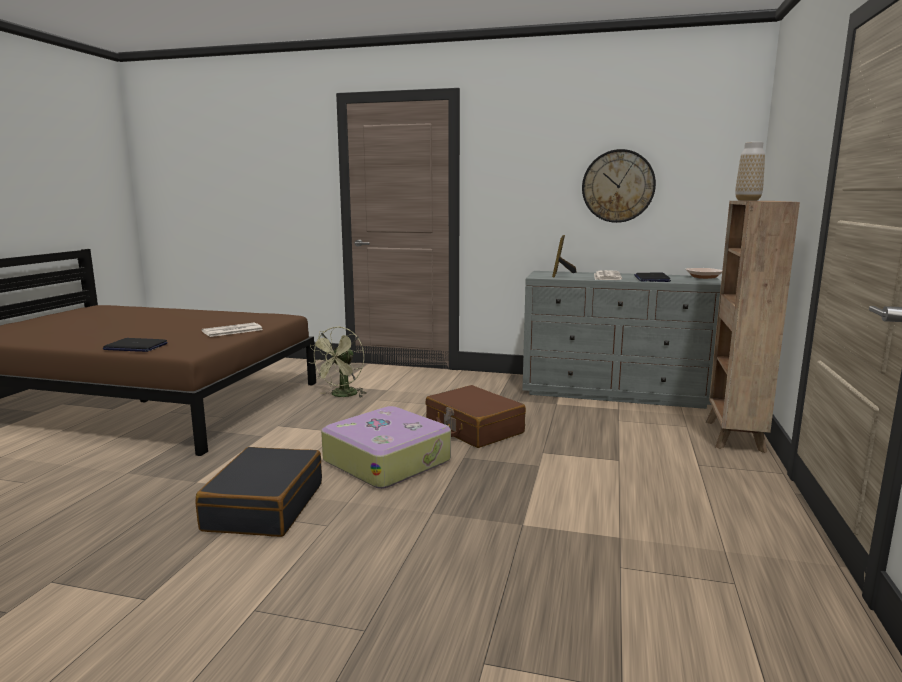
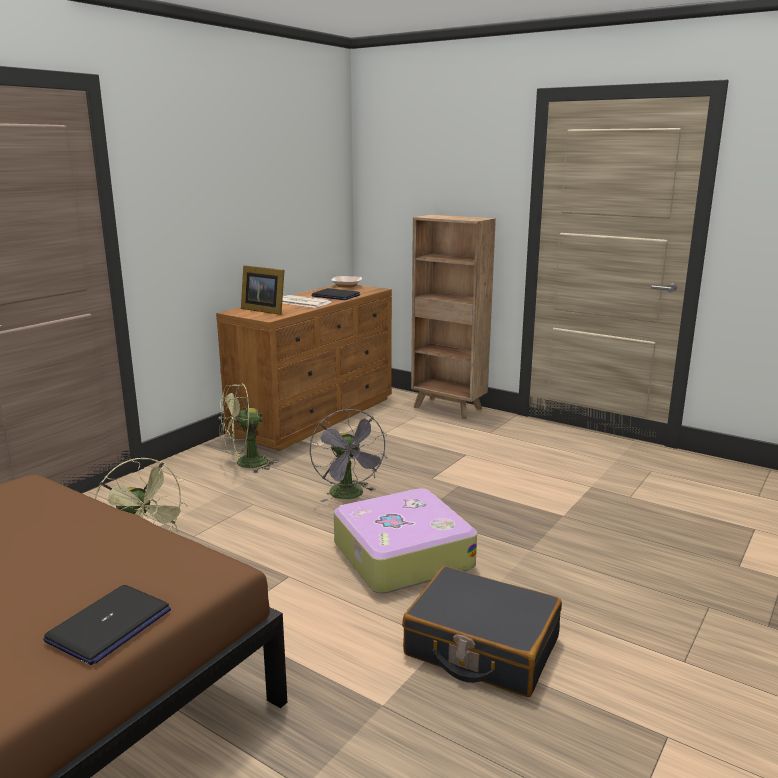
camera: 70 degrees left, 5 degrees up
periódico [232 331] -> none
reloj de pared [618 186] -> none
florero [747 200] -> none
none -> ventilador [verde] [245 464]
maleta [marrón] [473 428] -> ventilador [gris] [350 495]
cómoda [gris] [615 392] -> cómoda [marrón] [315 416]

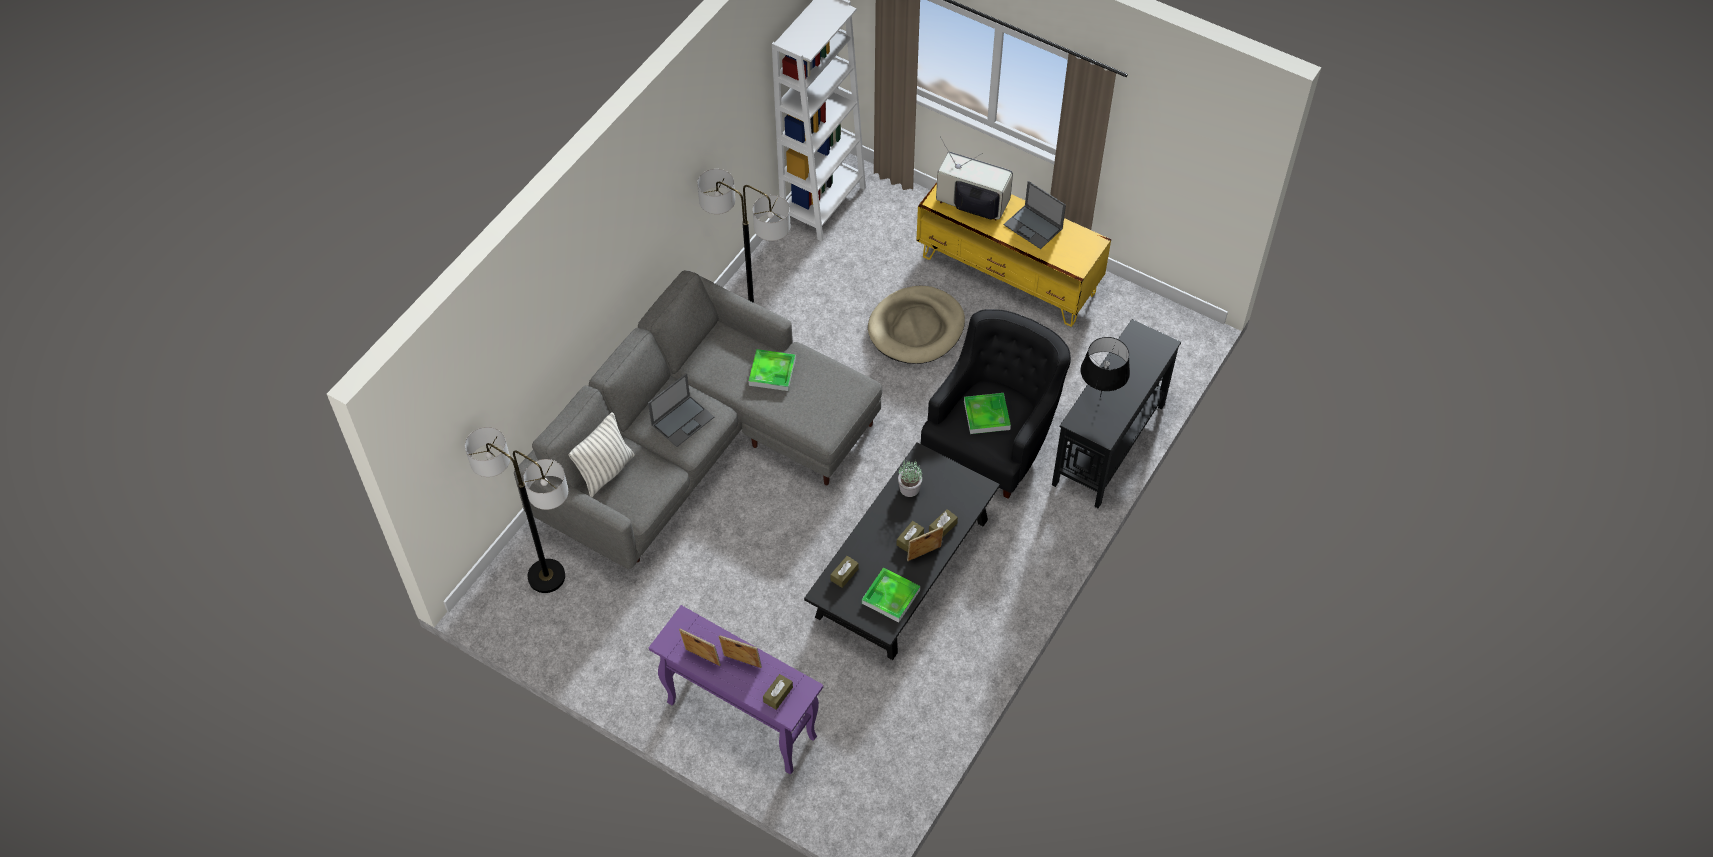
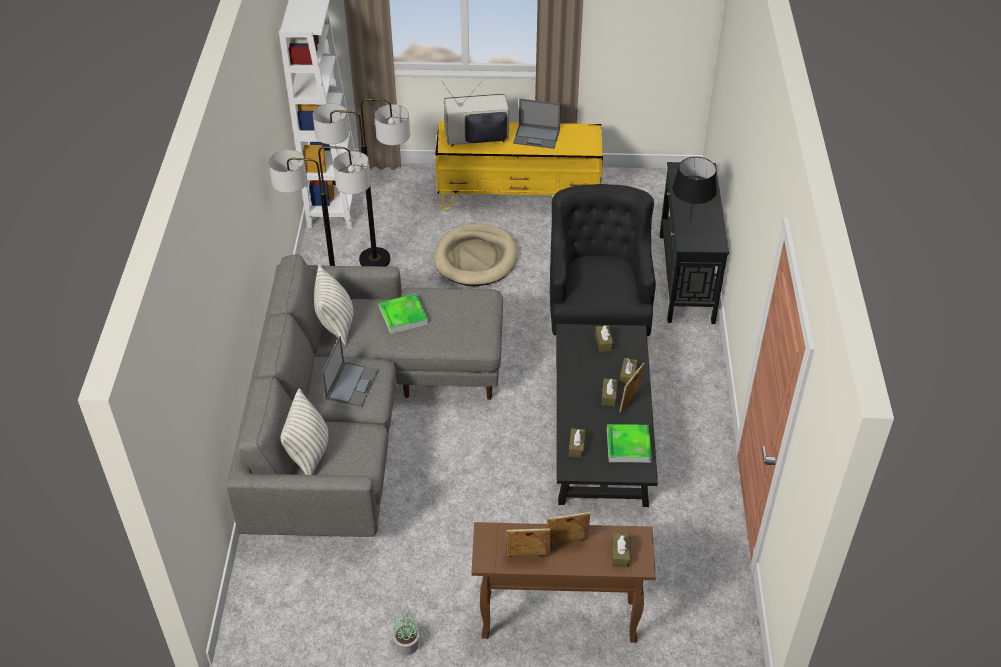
camera: 30 degrees left, 10 degrees down
bandeja [986 415] -> none
none -> cojín [336 324]
none -> caja de pañuelos [marrón] [603 342]
lámpara de pie [546 576] -> lámpara de pie [374 260], moved
planta en maceta [909 488] -> planta en maceta [406 645], moved
mesa consola [morado] [740 720] -> mesa consola [marrón] [557 619]

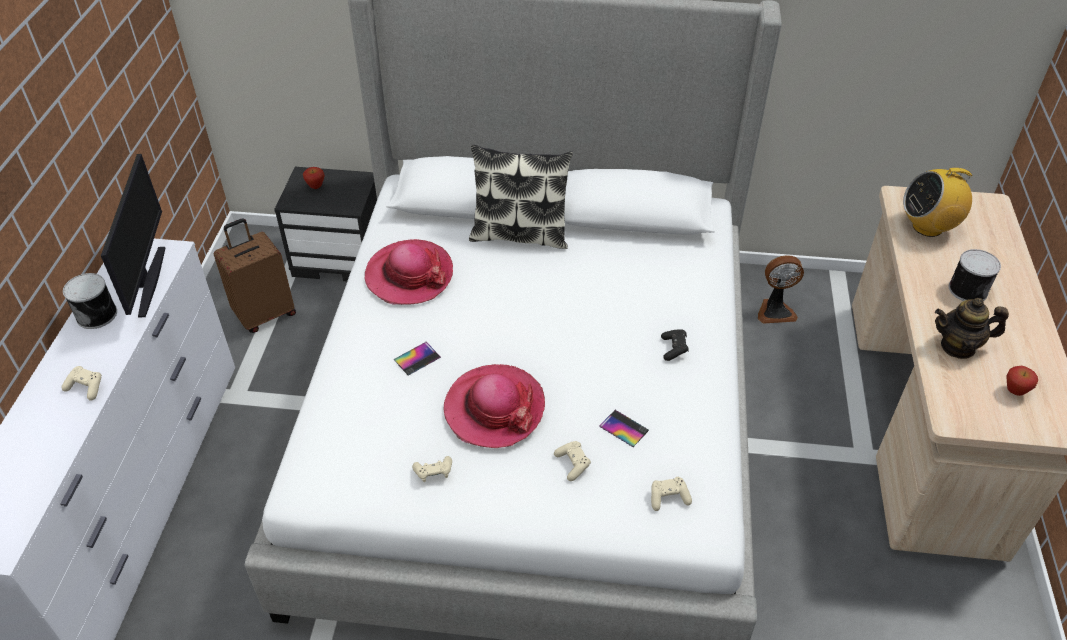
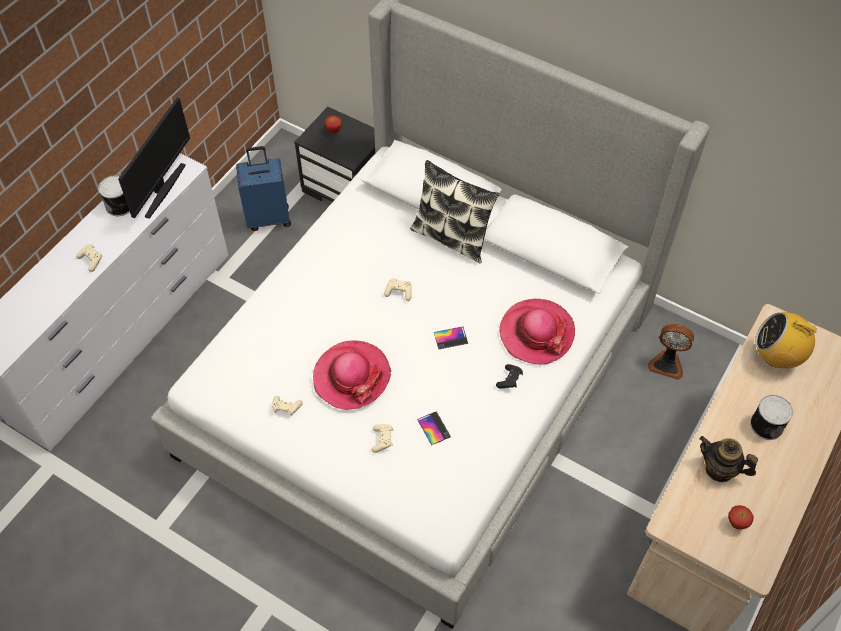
camera: 25 degrees right, 10 degrees up
sombrero [409 275] -> sombrero [536 333], moved
móvil [417 358] -> móvil [450 338], moved
mando de consola [beis] [668 498] -> mando de consola [beis] [399 292], moved
maleta [marrón] [265 314] -> maleta [azul] [268 217]

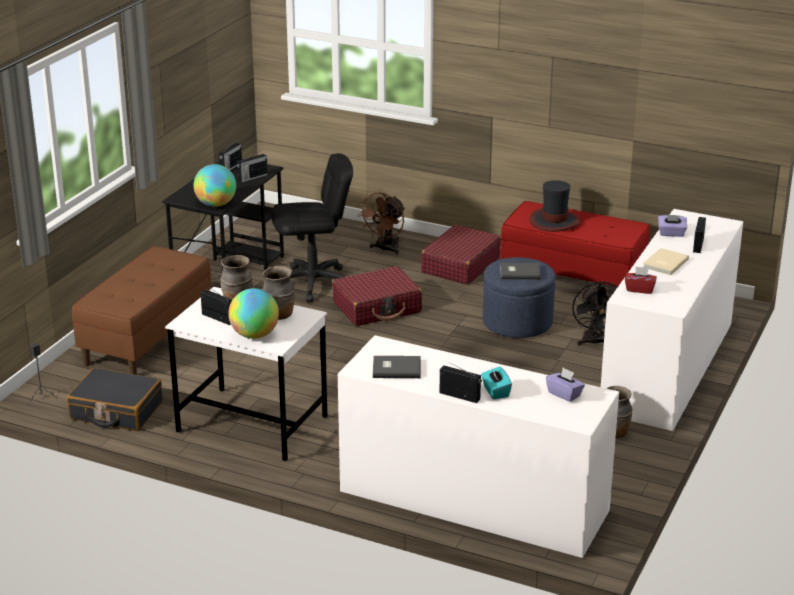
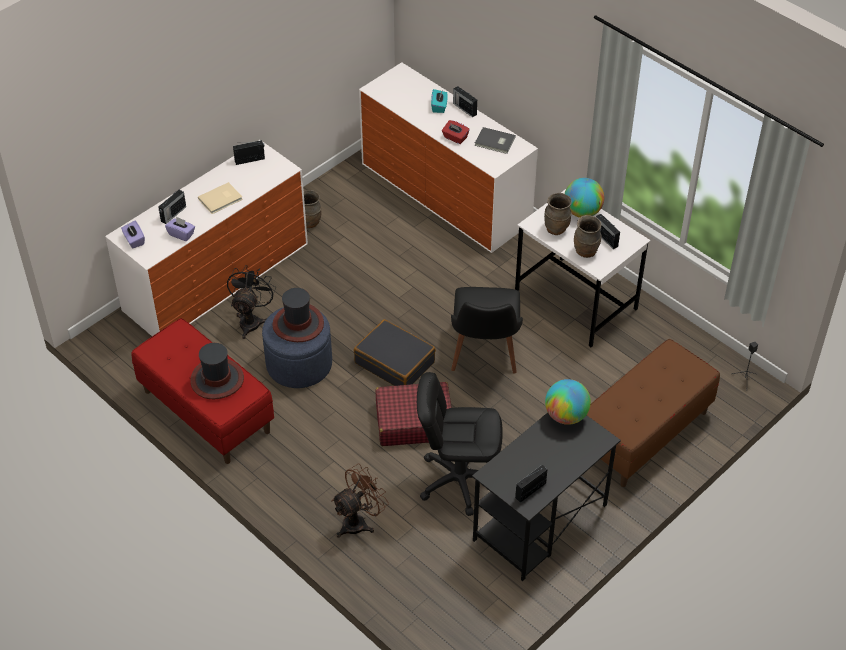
camera: 160 degrees left, 20 degrees up
maleta [rojo] [460 265] -> none
none -> silla [negro] [484 356]
maleta [negro] [116 411] -> maleta [negro] [395 362], moved
radio [252 177] -> radio [250 160], moved
caja de pañuelos [morado] [564 394] -> caja de pañuelos [morado] [134 240], moved
caja de pañuelos [rojo] [639 289] -> caja de pañuelos [rojo] [455 138], moved
libro [gris] [519 272] -> sombrero [298 324]

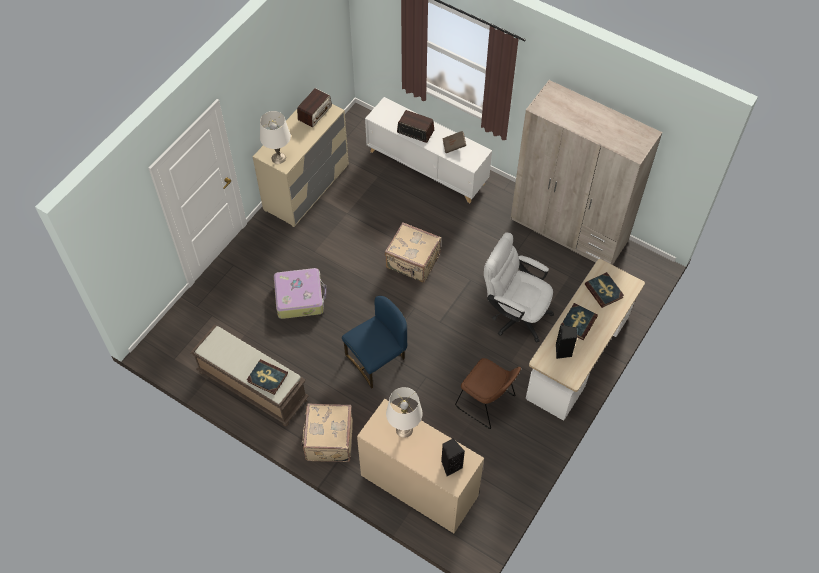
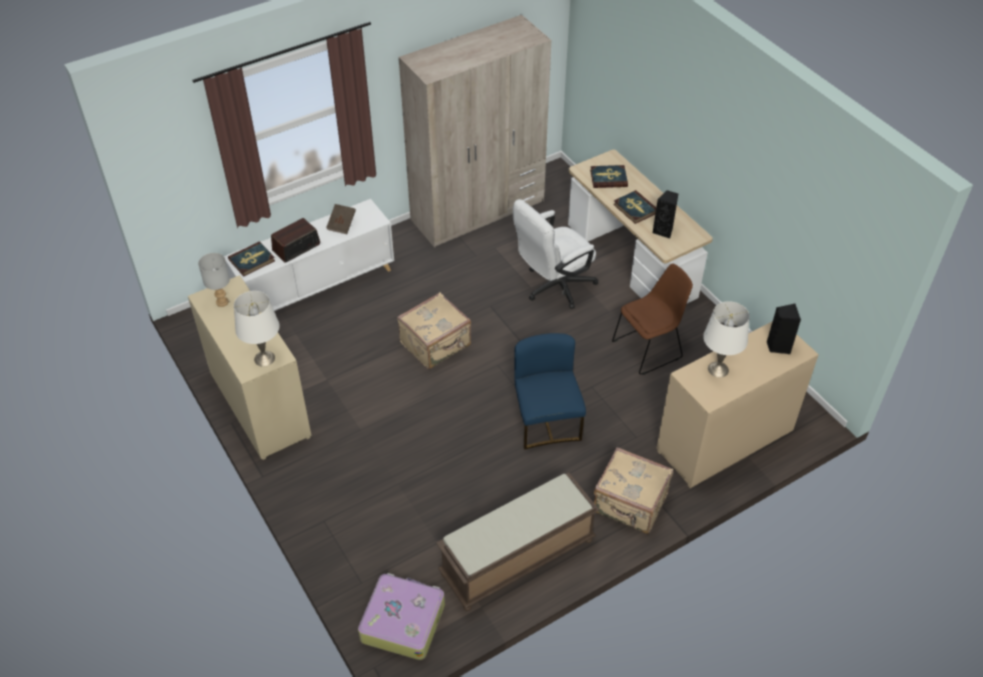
camera: 65 degrees left, 10 degrees down
libro [267 378] -> libro [252 260], moved
maleta [300 297] -> maleta [402 621], moved
radio [315 113] -> lámpara de mesa [gris] [221 302]

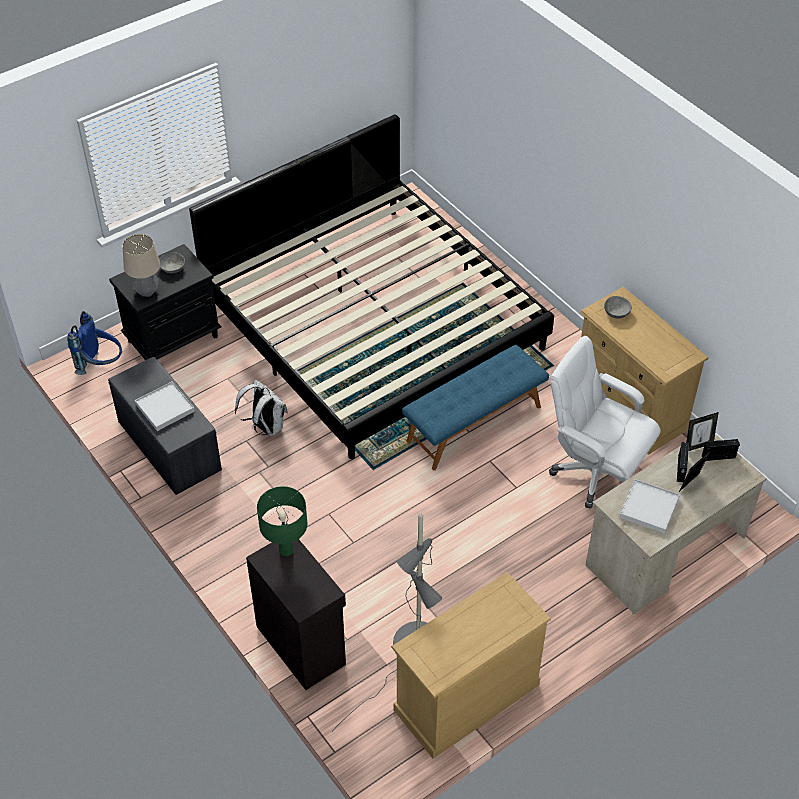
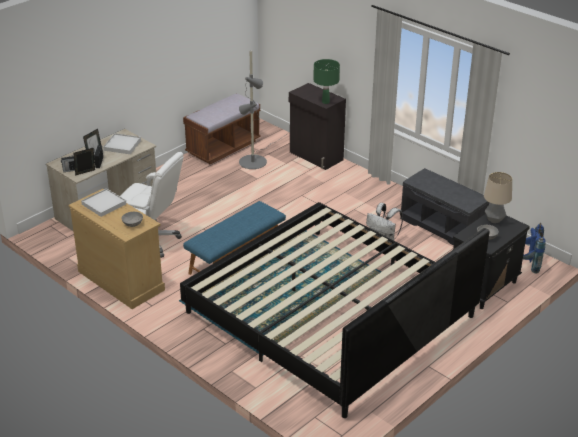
camera: 170 degrees right, 15 degrees down
bandeja [blanco] [165 408] -> bandeja [blanco] [104 204], moved
cómoda [beis] [466 697] -> banco [marrón] [223 147]

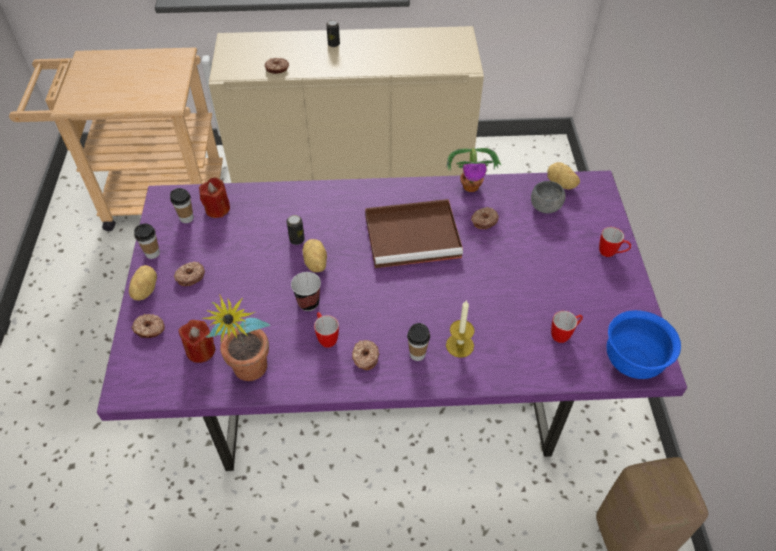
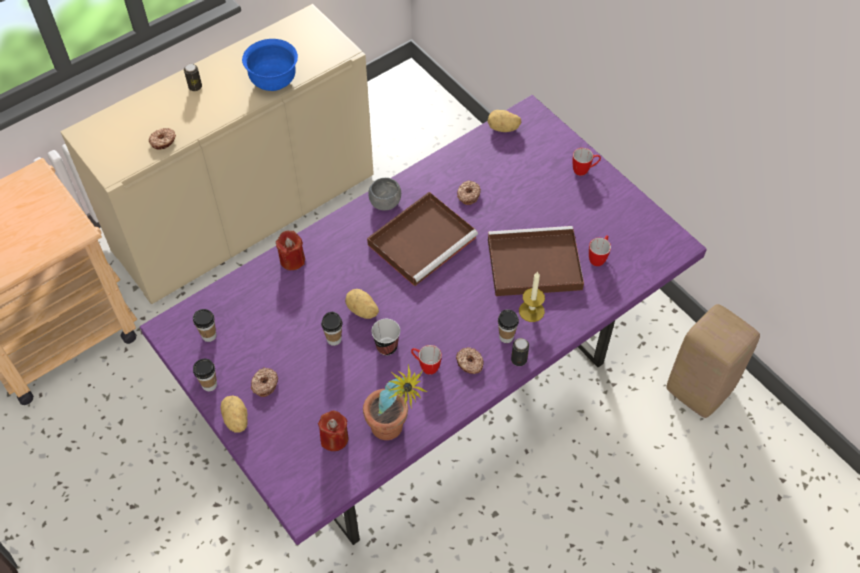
camera: 35 degrees left, 5 degrees up
rosquilla [149 329] -> none
planta en maceta [471 186] -> none
none -> taza [334 339]
none -> bandeja [marrón] [532 265]
vela [rojo] [217 209] -> vela [rojo] [292 260], moved
lata [297 239] -> lata [519 360], moved
cuenco [gris] [545 206] -> cuenco [gris] [385 202], moved
cuenco [azul] [632 362] -> cuenco [azul] [274 82], moved

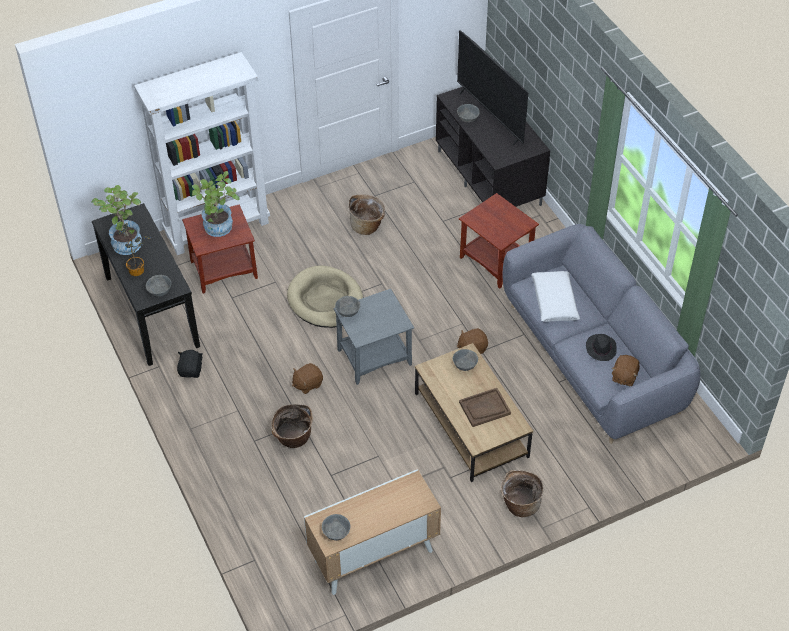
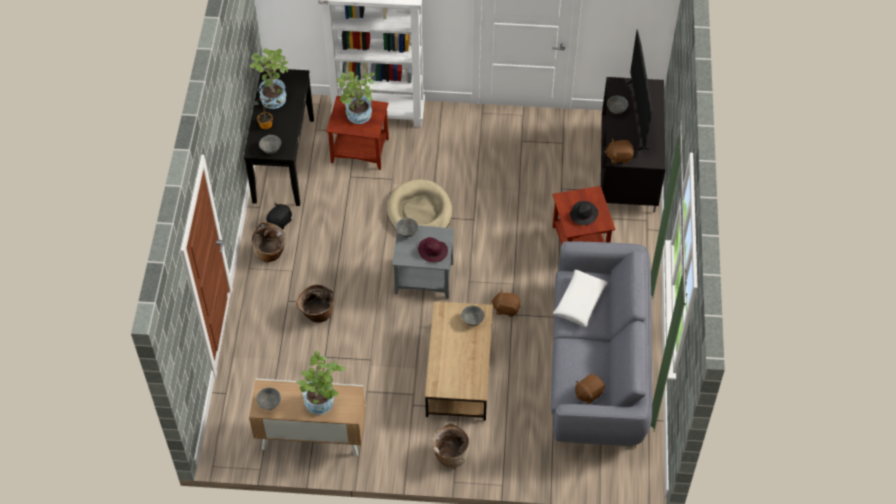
camera: 30 degrees right, 5 degrees up
bandeja [marrón] [484 408] -> none
none -> planta en maceta [323 404]
none -> sombrero [morado] [433 251]
peluche [marrón] [307 384] -> peluche [marrón] [619 157], moved
cesta [367 226] -> cesta [271 253], moved
sombrero [negro] [601 348] -> sombrero [negro] [583 214], moved

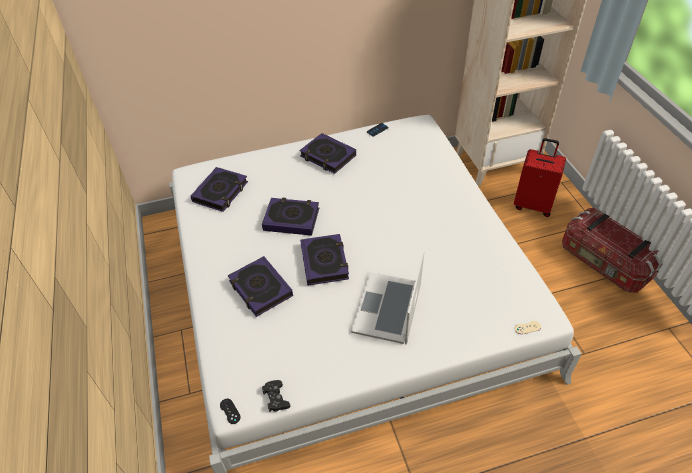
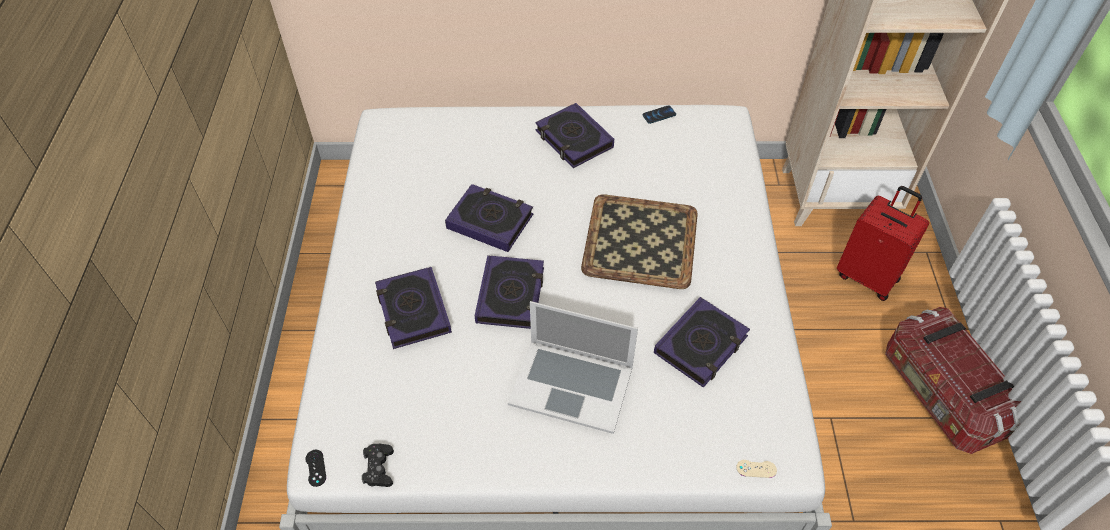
camera: 15 degrees right, 5 degrees up
none -> bandeja [639 240]
libro [221 192] -> libro [701 345], moved
portátil [388 307] -> portátil [571 384], 105 degrees counterclockwise

